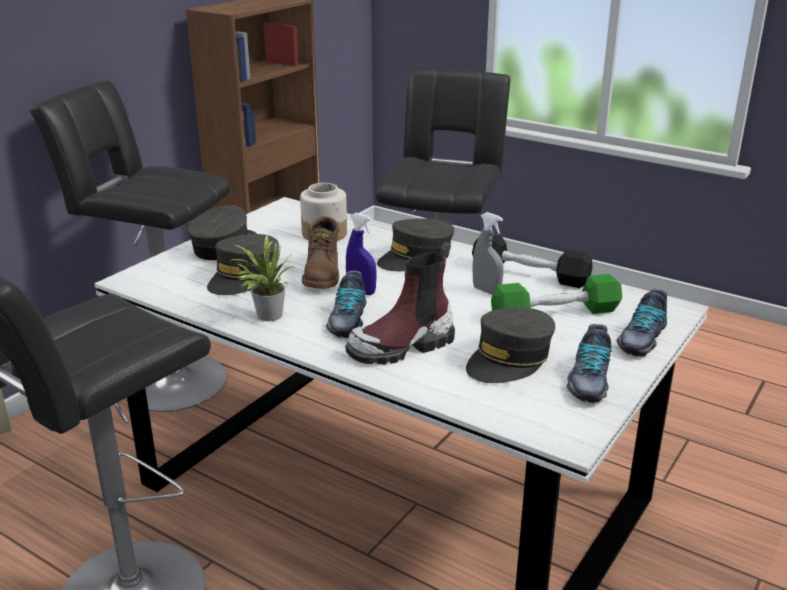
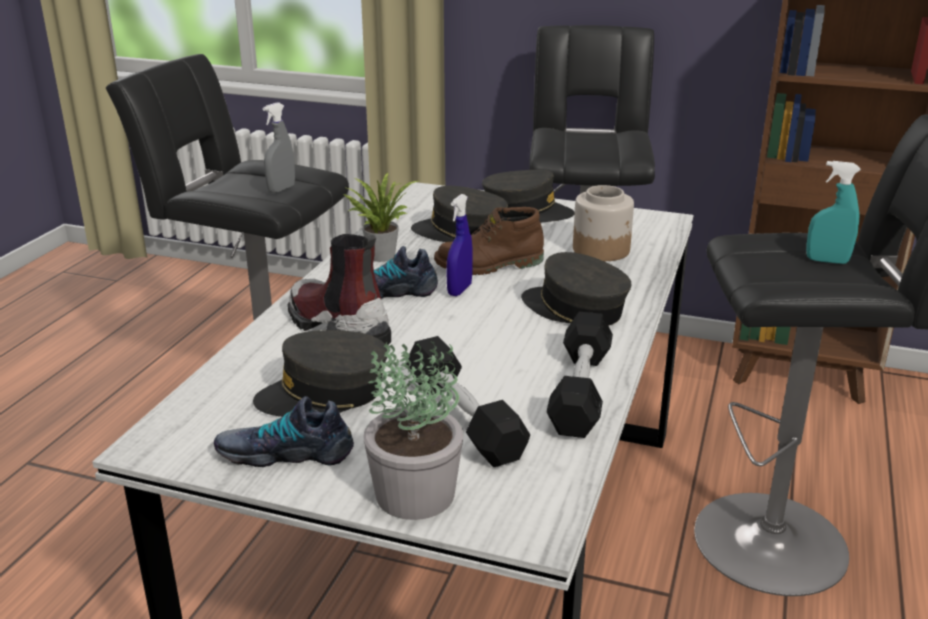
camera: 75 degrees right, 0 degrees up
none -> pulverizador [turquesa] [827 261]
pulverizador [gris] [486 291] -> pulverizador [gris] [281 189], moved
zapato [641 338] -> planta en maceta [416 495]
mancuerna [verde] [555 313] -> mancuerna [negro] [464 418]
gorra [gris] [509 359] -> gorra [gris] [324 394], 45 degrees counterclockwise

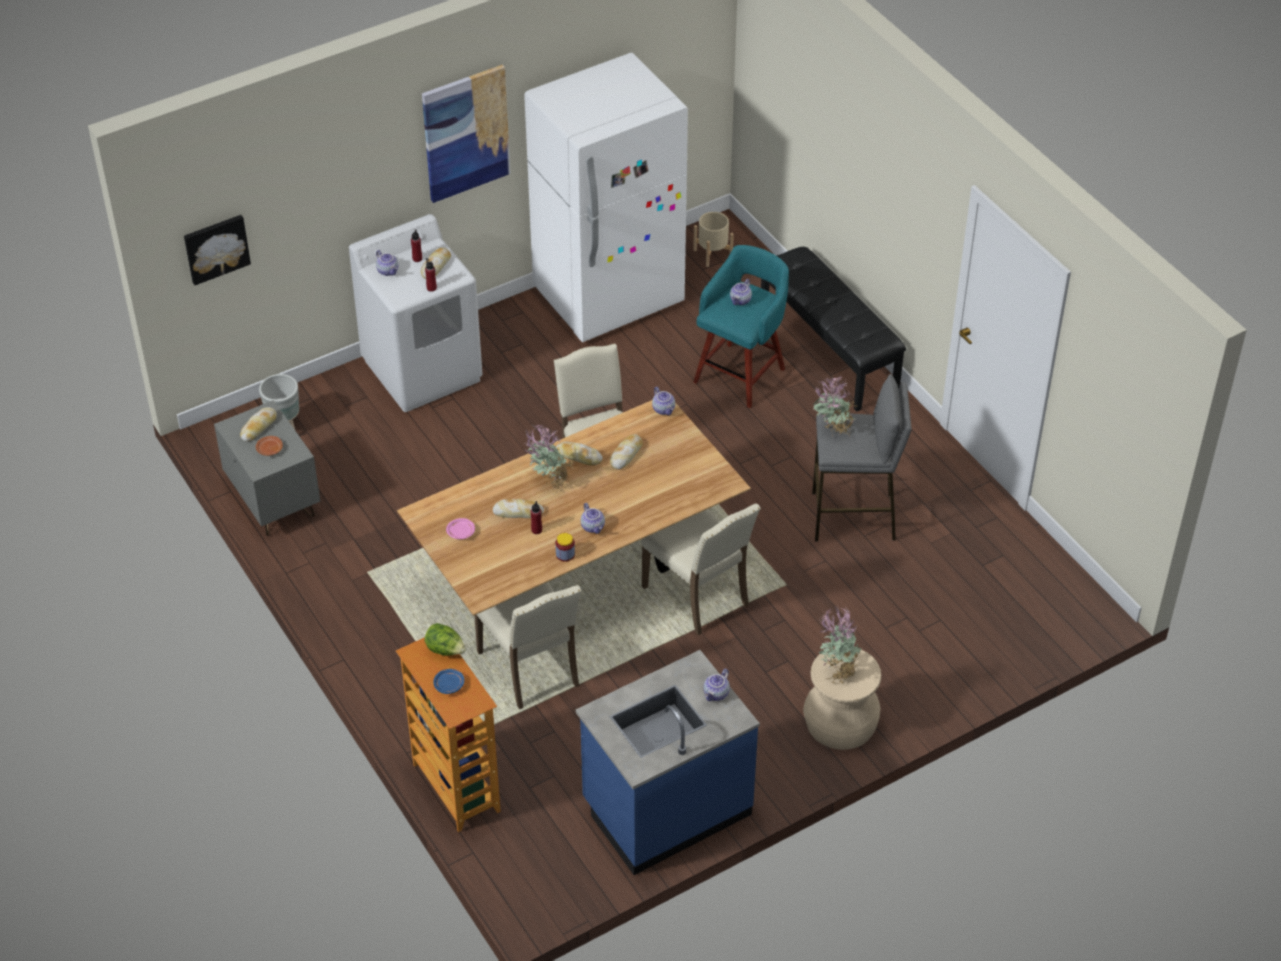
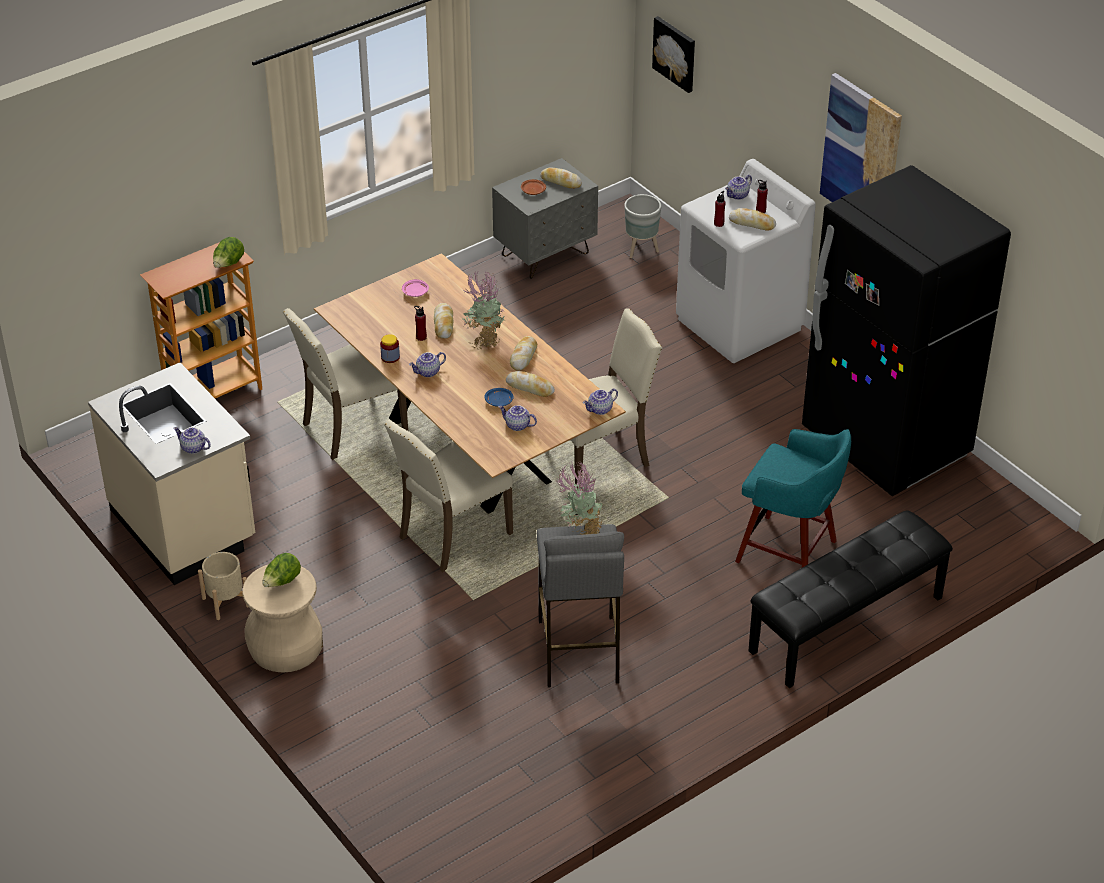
camera: 85 degrees right, 5 degrees down
plato [azul] [449 684] -> plato [azul] [499 401], moved
maceta [beis] [713 254] -> maceta [beis] [225 602], moved
tetera [741 300] -> tetera [517 426], moved
planta en maceta [837 670] -> lechuga [282 582]
nevera [blanco] [609 297] -> nevera [negro] [886 443]
mueble bajo de cocina [azul] [666 808] -> mueble bajo de cocina [beis] [185 526]

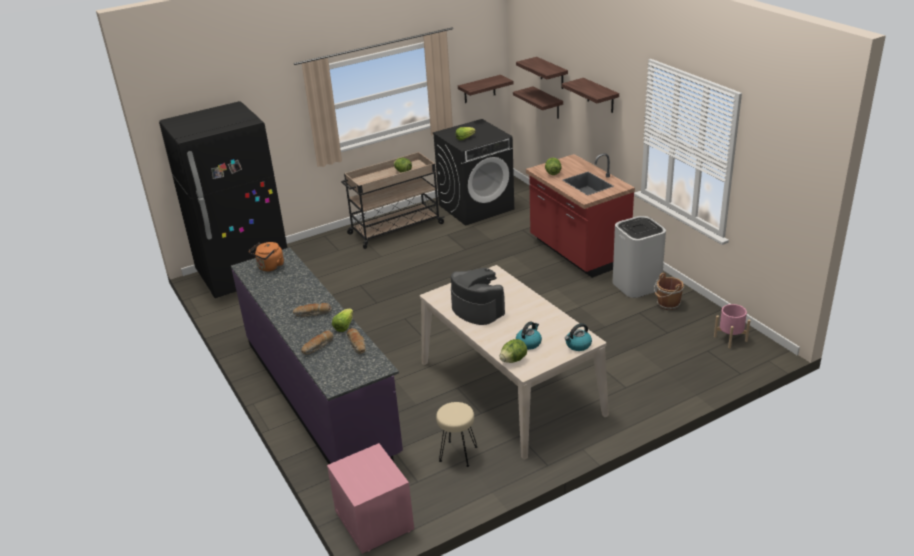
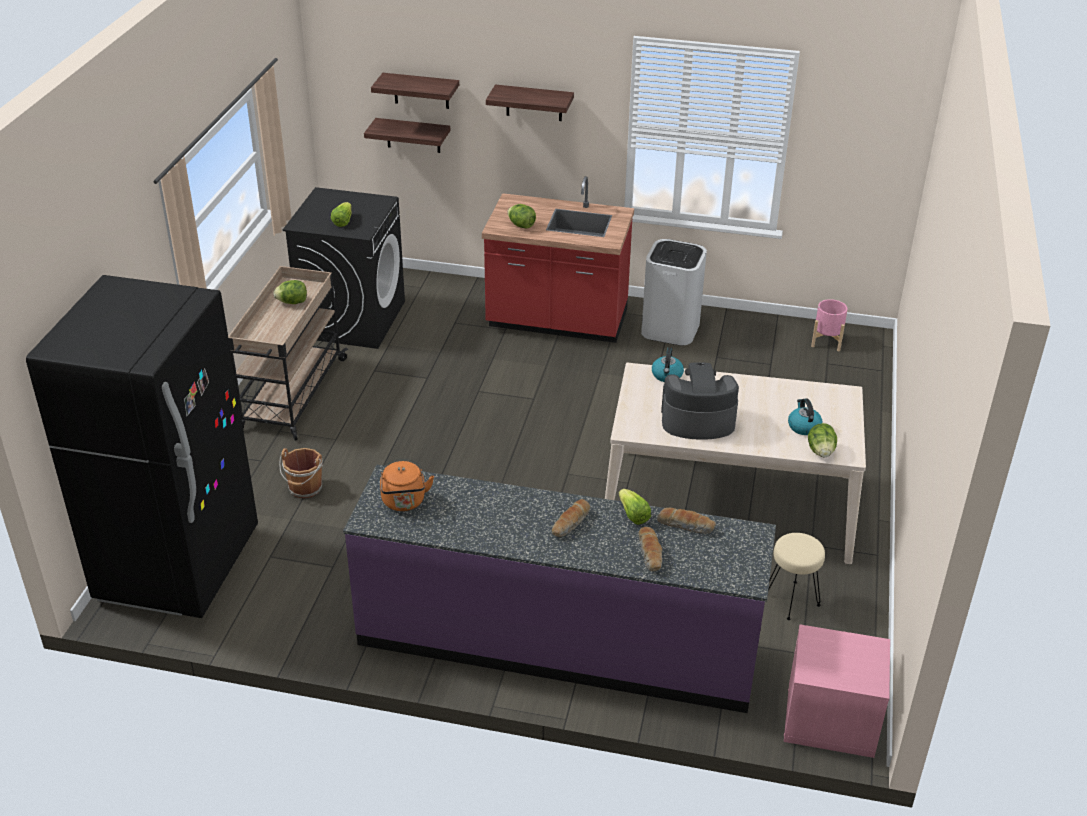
camera: 50 degrees left, 5 degrees up
estante [479 89] -> none
hervidor [578 345] -> hervidor [667 375], moved
cubo [marrón] [667 304] -> cubo [marrón] [305 489], moved

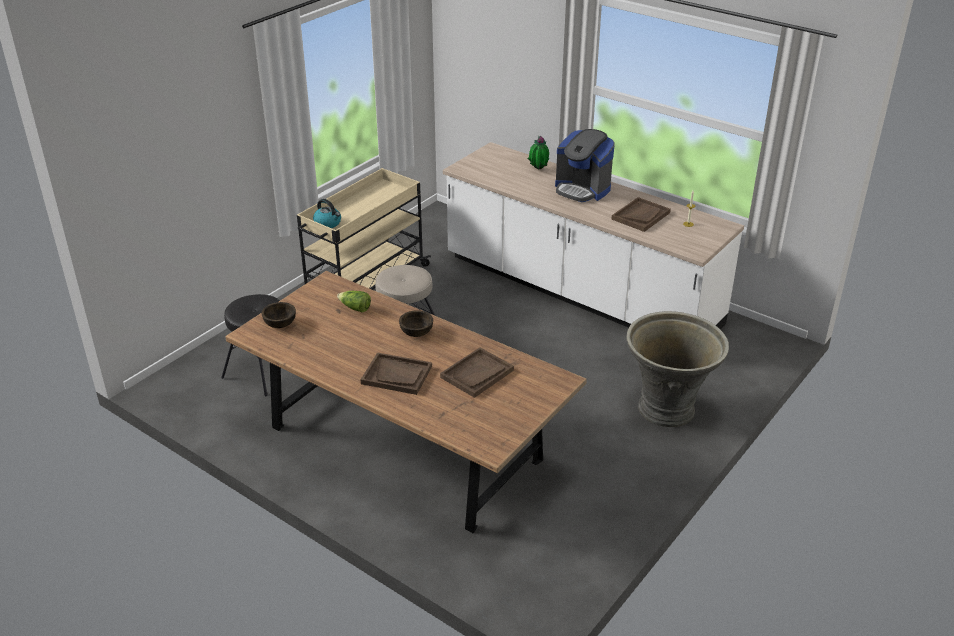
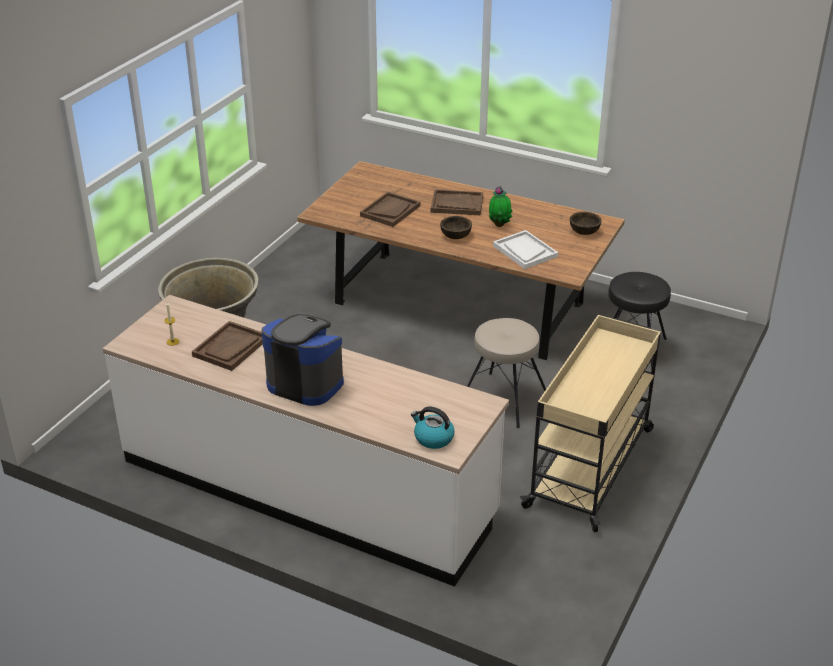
camera: 170 degrees right, 0 degrees up
hervidor [328 223] -> hervidor [433 438], moved
planta en maceta [538 170] -> planta en maceta [499 225], moved
lechuga [355 308] -> bandeja [blanco] [524 251]

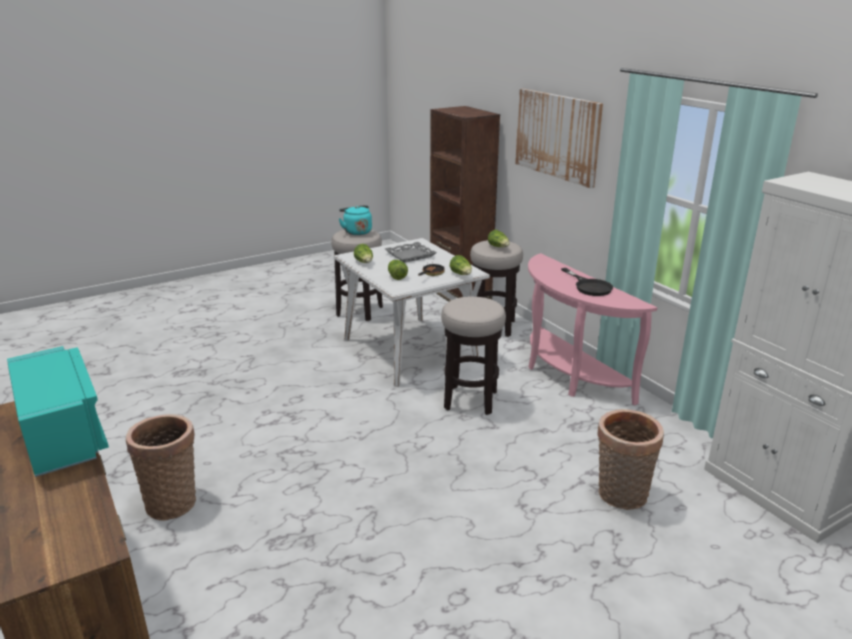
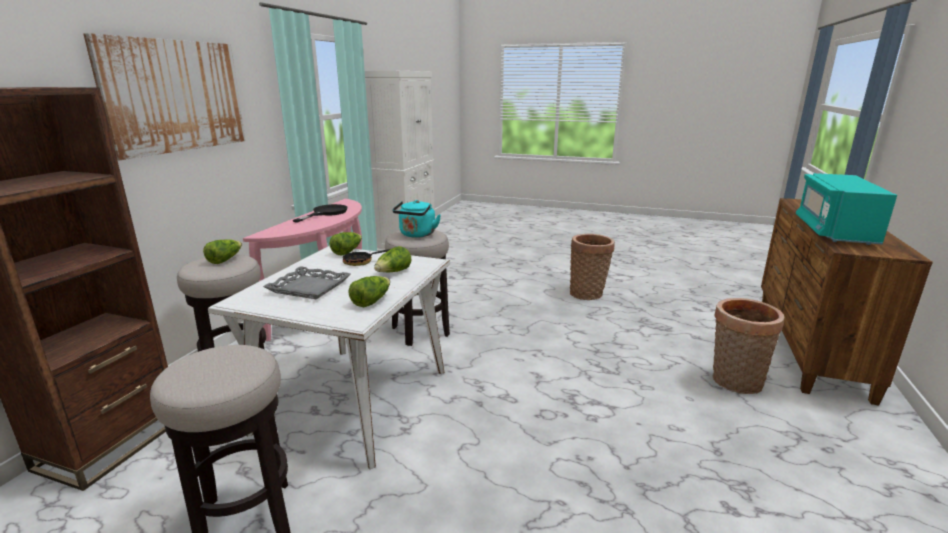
camera: 130 degrees left, 5 degrees down
hervidor [turquesa] [356 231] -> hervidor [turquesa] [417 235], moved
cesta [620 496] -> cesta [588 293], moved

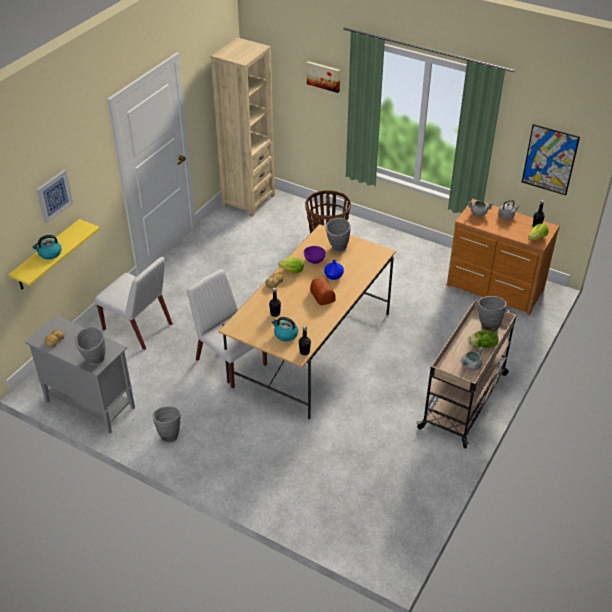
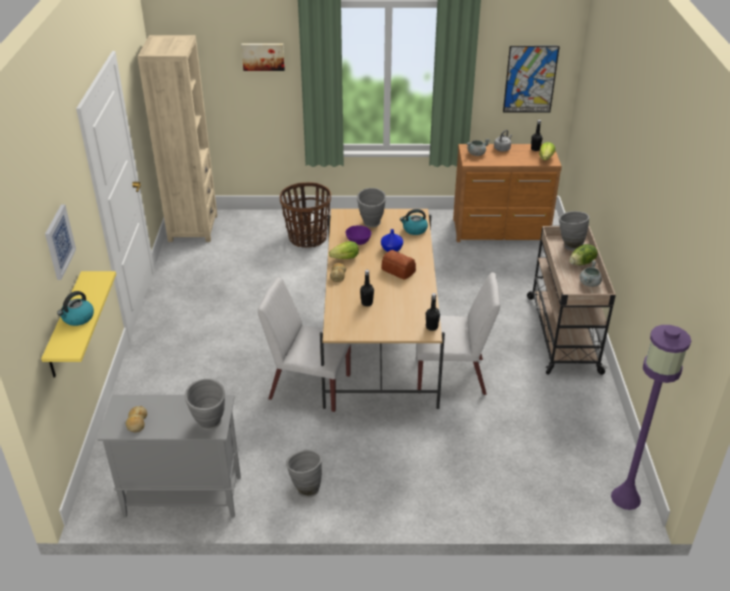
camera: 30 degrees left, 5 degrees down
none -> lámpara de pie [morado] [625 498]
silla [blanco] [138 327] -> silla [blanco] [451 375], moved
hervidor [285 334] -> hervidor [414 230], moved

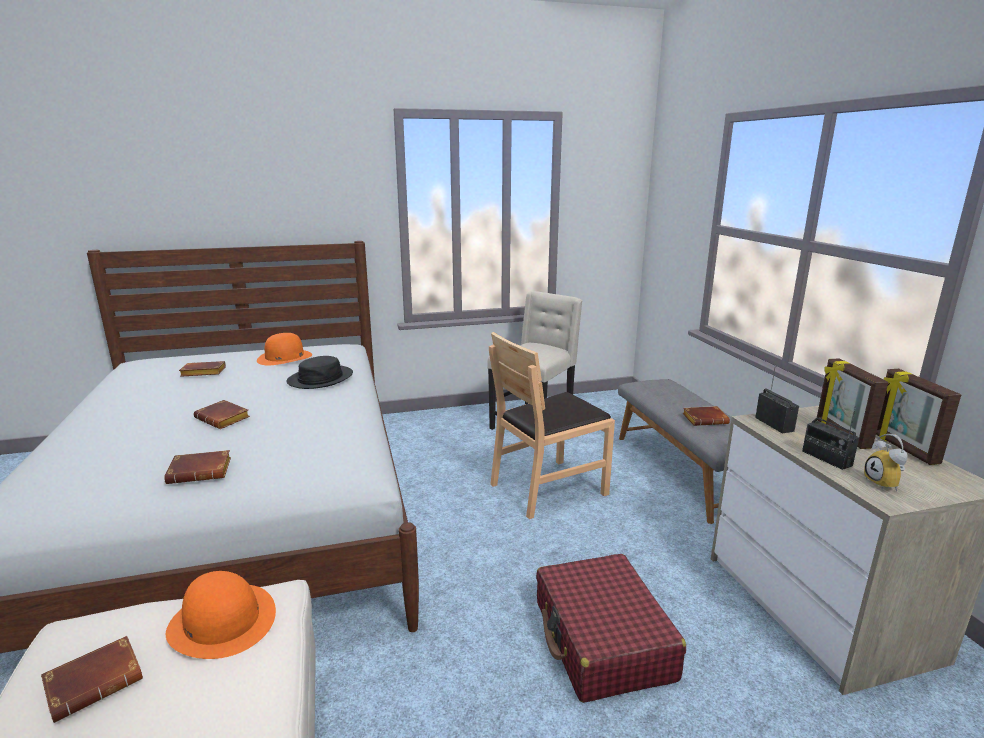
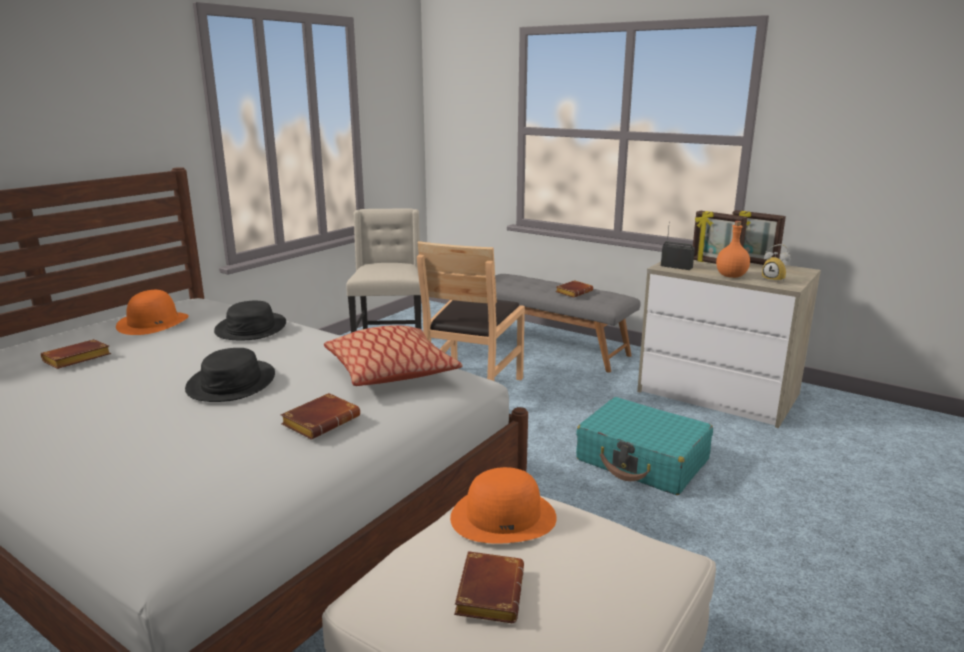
camera: 40 degrees left, 0 degrees up
none -> cojín [391 372]
libro [marrón] [224 419] -> sombrero [negro] [232 383]
radio [826 458] -> botella [naranja] [731 276]
maleta [rojo] [602 640] -> maleta [turquesa] [642 460]

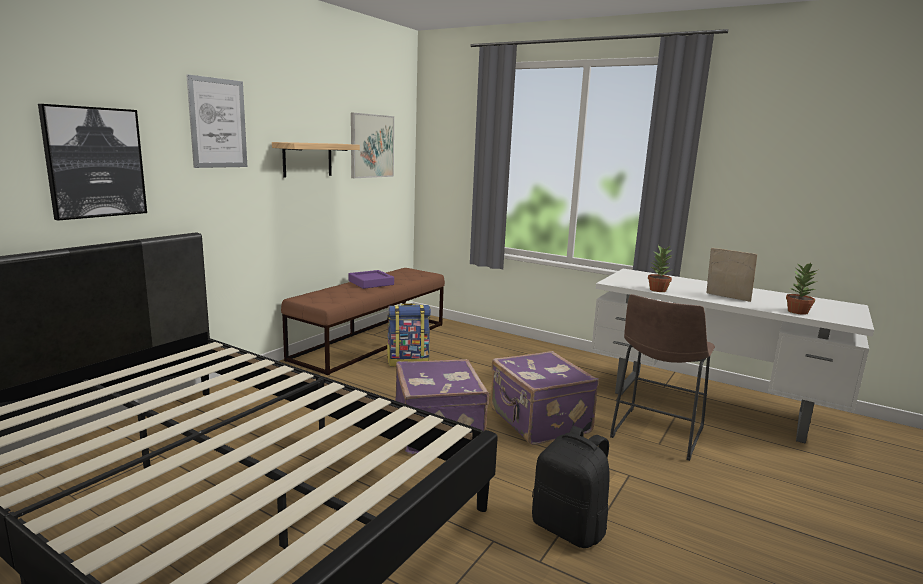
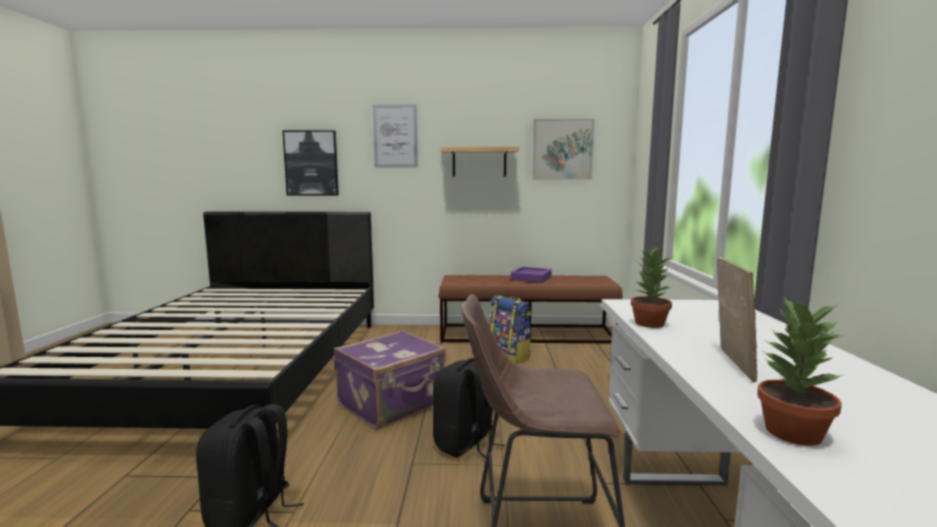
camera: 60 degrees right, 5 degrees down
maleta [morado] [538 422] -> mochila [negro] [466 444]

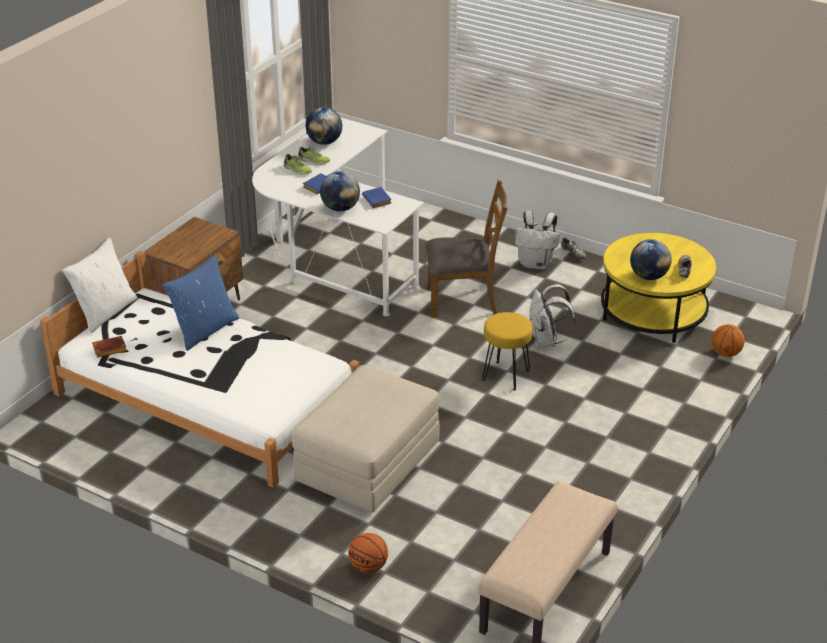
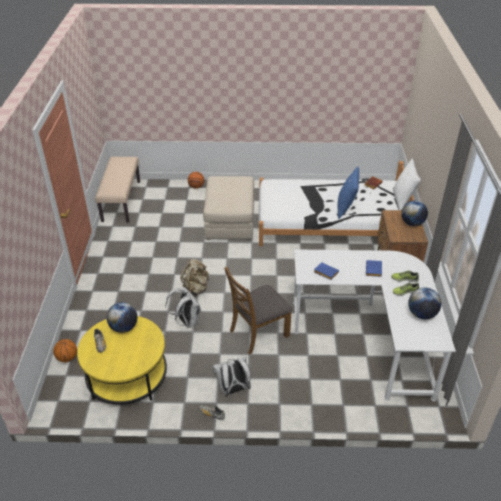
camera: 150 degrees right, 5 degrees up
globo terráqueo [340 208] -> globo terráqueo [412 223], moved
taburete [amarillo] [506 376] -> mochila [beis] [196 288]

